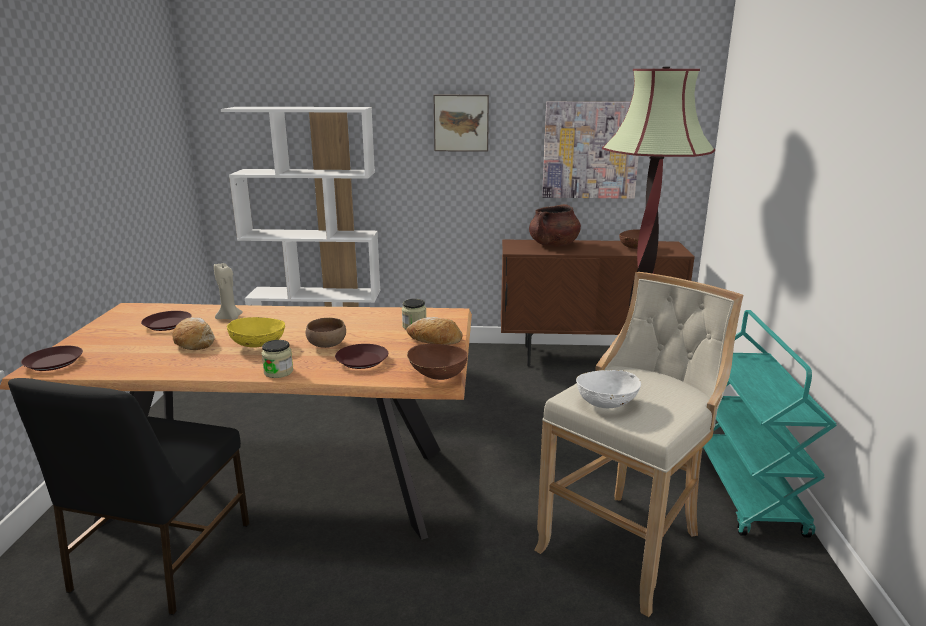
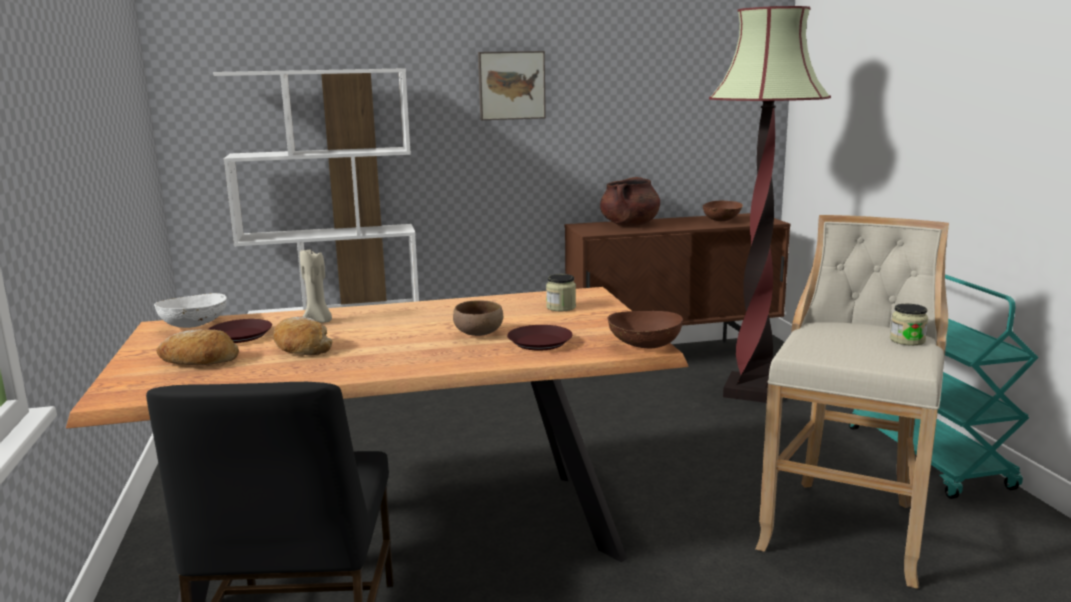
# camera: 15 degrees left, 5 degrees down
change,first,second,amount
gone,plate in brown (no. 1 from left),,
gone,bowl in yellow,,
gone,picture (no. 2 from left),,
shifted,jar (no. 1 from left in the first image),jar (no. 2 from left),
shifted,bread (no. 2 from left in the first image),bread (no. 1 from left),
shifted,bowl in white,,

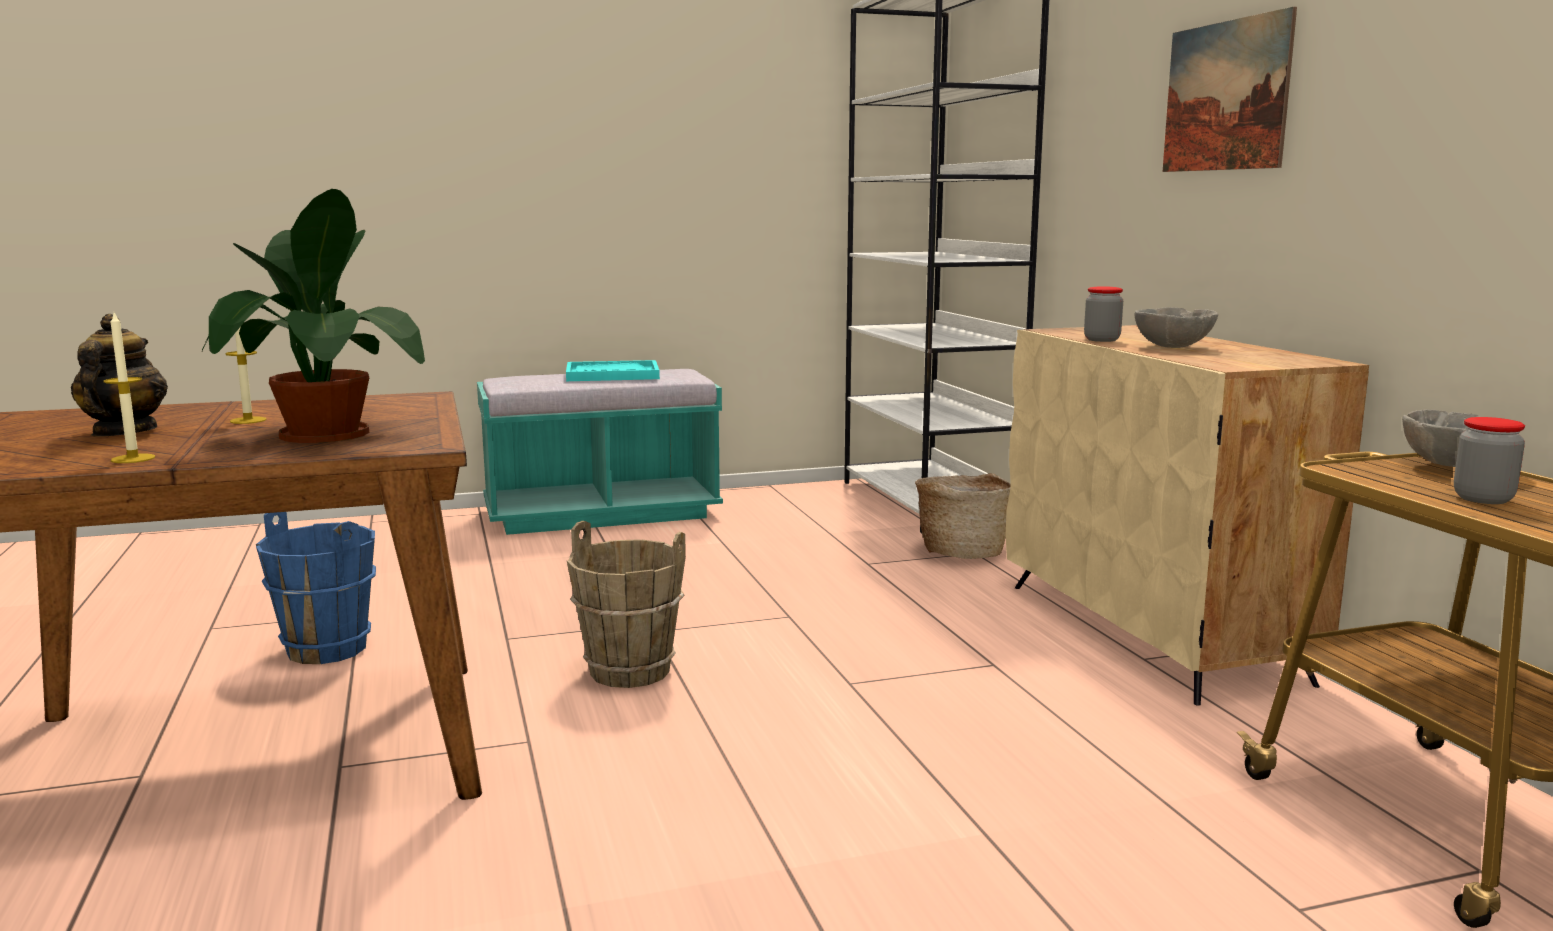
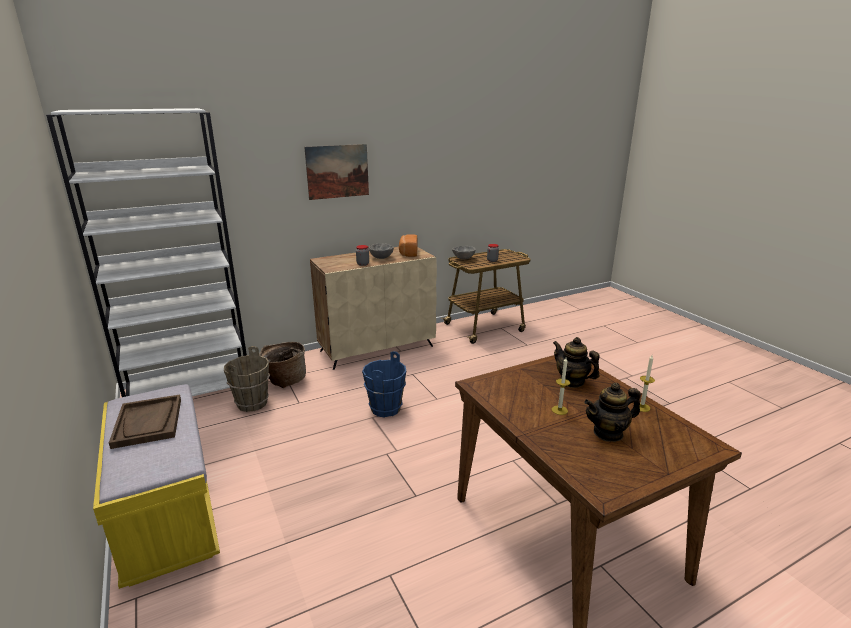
# camera: 100 degrees left, 10 degrees up
change,first,second,amount
new,,bread,
shifted,bucket in blue,,
shifted,bucket in brown,,
swapped,potted plant,teapot (no. 1 from left),
repainted,bench in turquoise,bench in yellow,
repainted,tray in turquoise,tray in brown,

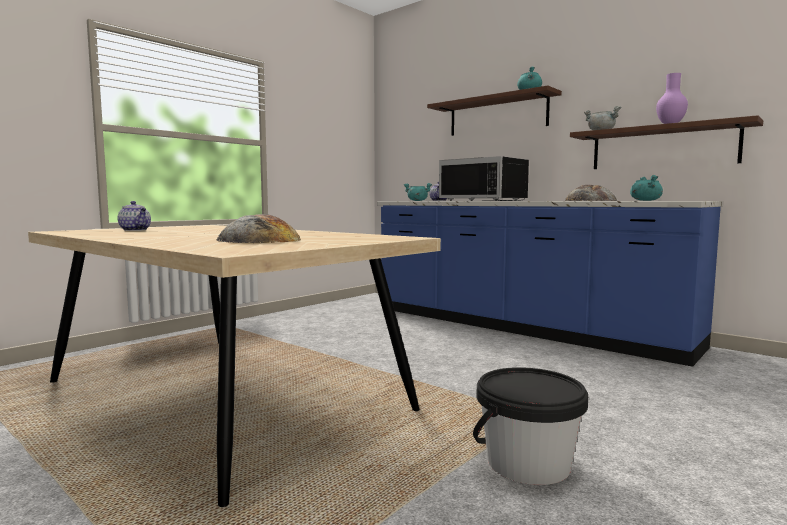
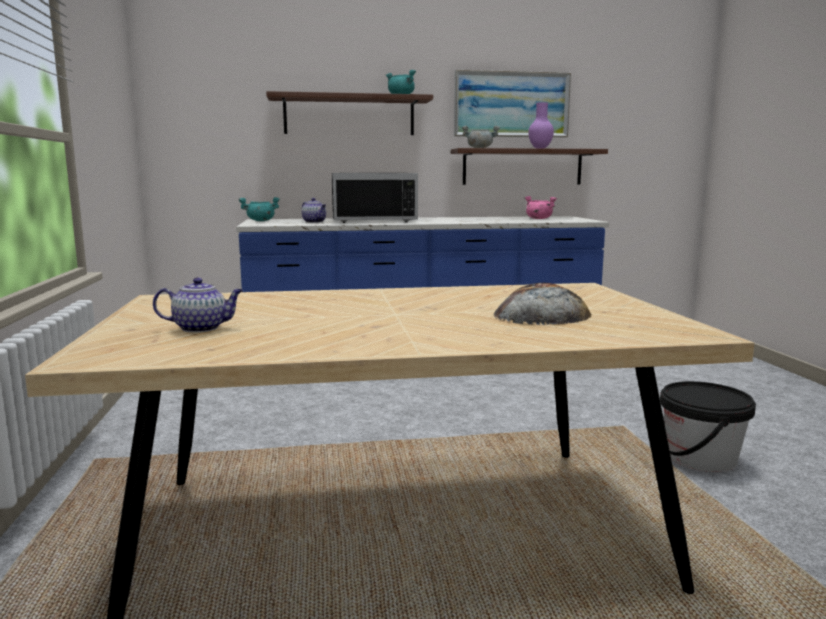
# camera: 50 degrees left, 5 degrees up
change,first,second,amount
gone,bread (no. 2 from left),,
new,,picture,
repainted,cooking pot in turquoise (no. 3 from left),cooking pot in pink,

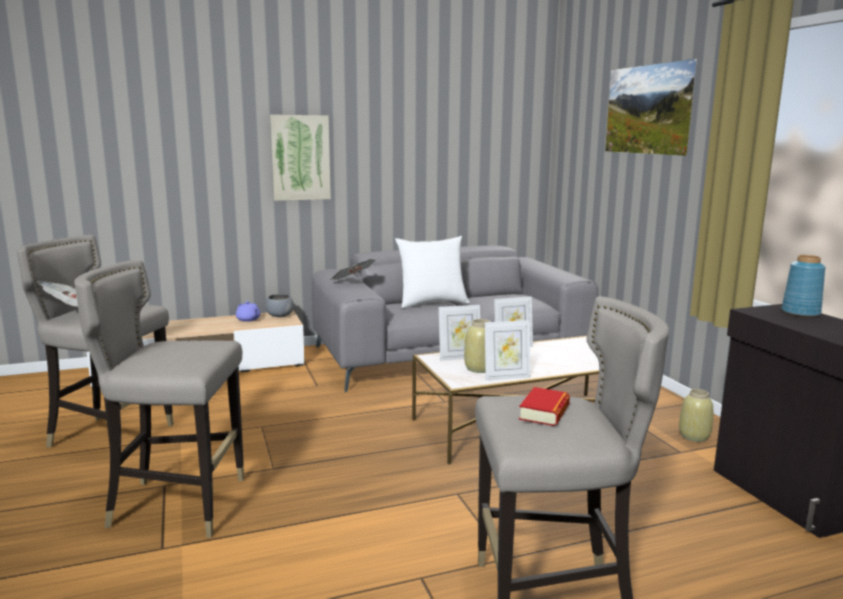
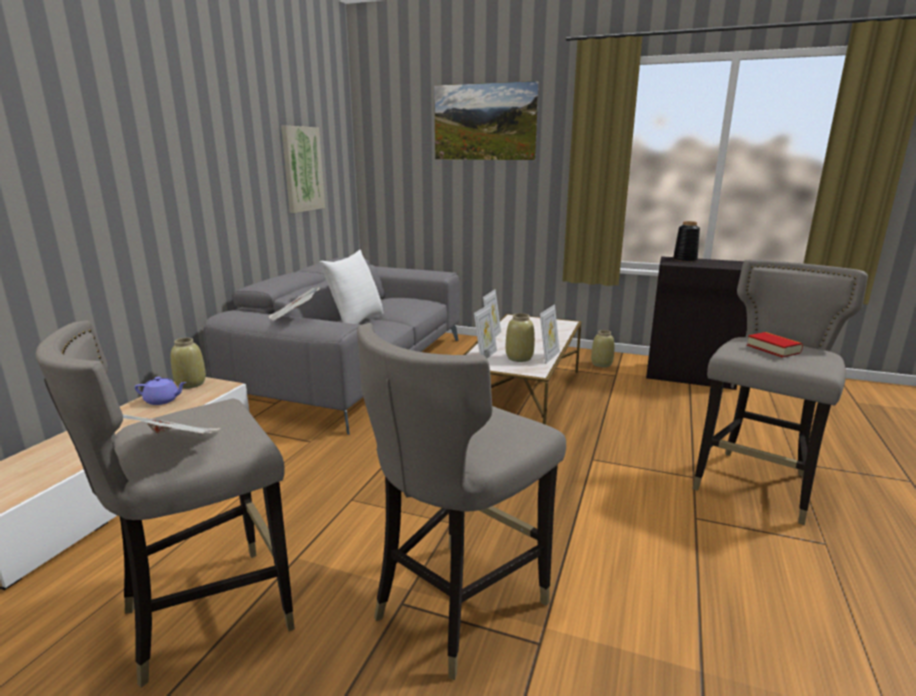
# camera: 50 degrees left, 5 degrees up
change,first,second,amount
shifted,picture (no. 1 from left),,
swapped,bowl in grey,vase in beige (no. 1 from left),
repainted,vase in blue,vase in black,

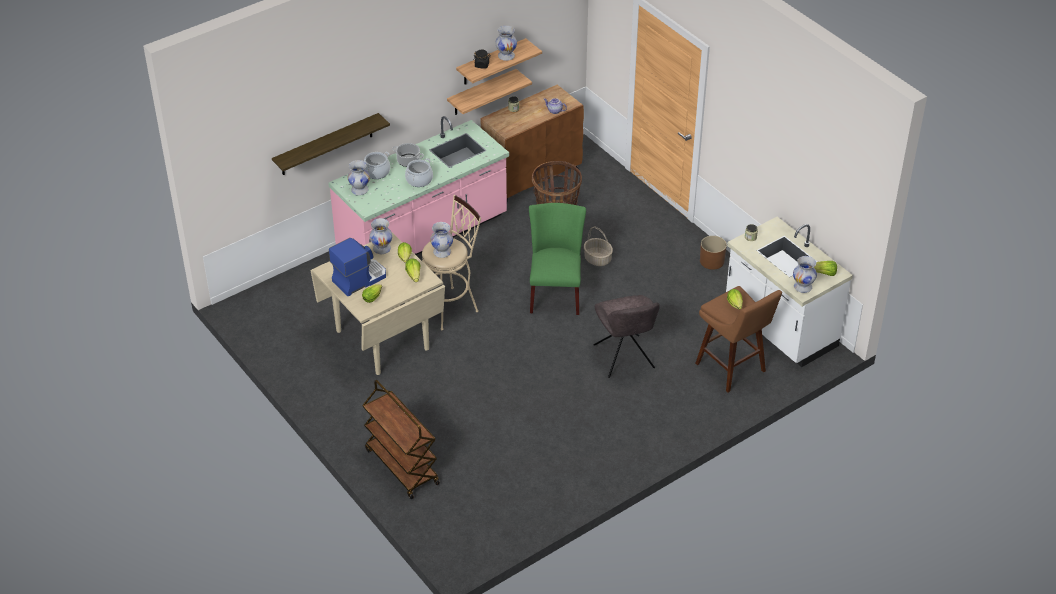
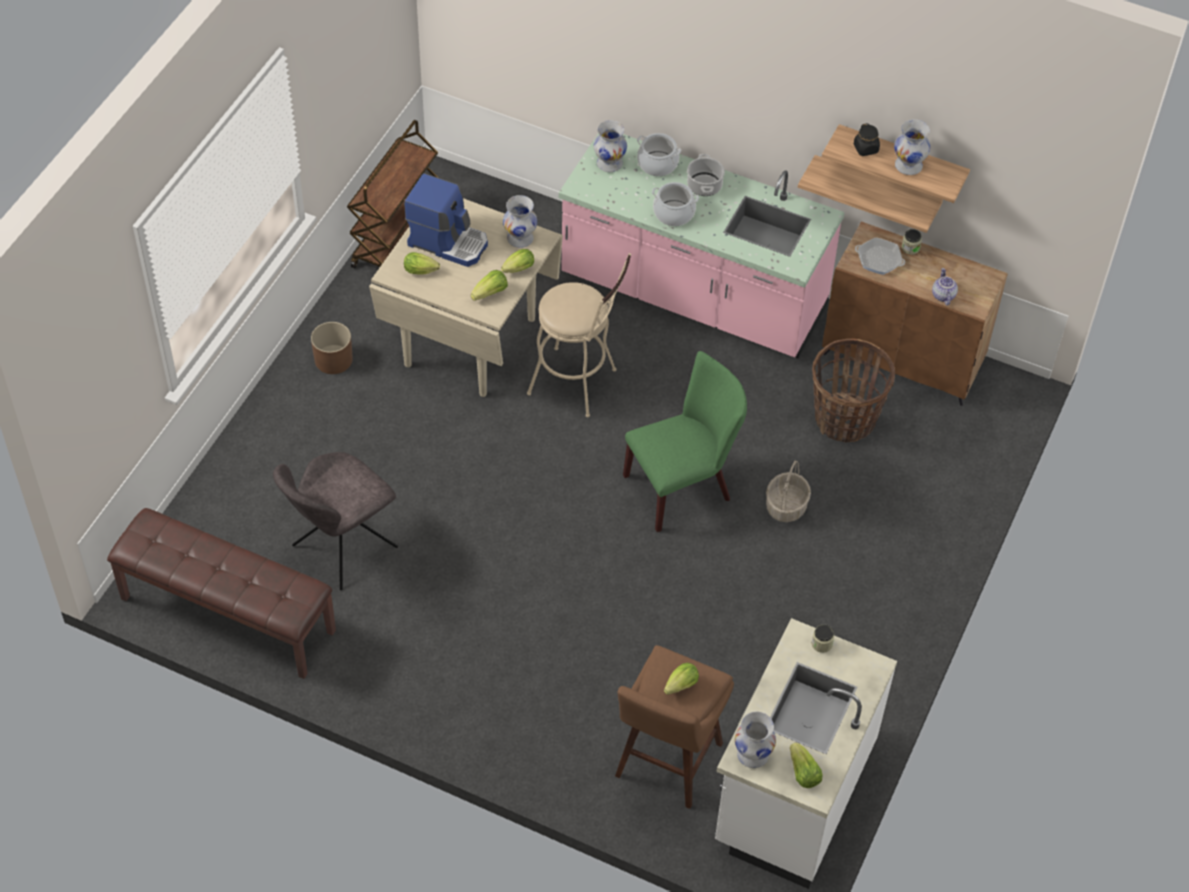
# camera: 60 degrees right, 10 degrees up
change,first,second,amount
gone,shelf (no. 1 from left),,
gone,vase in white (no. 3 from left),,
new,,bench in brown,
new,,frying pan,
shifted,cart in brown,,
shifted,chair in grey,,
shifted,planter in brown,,

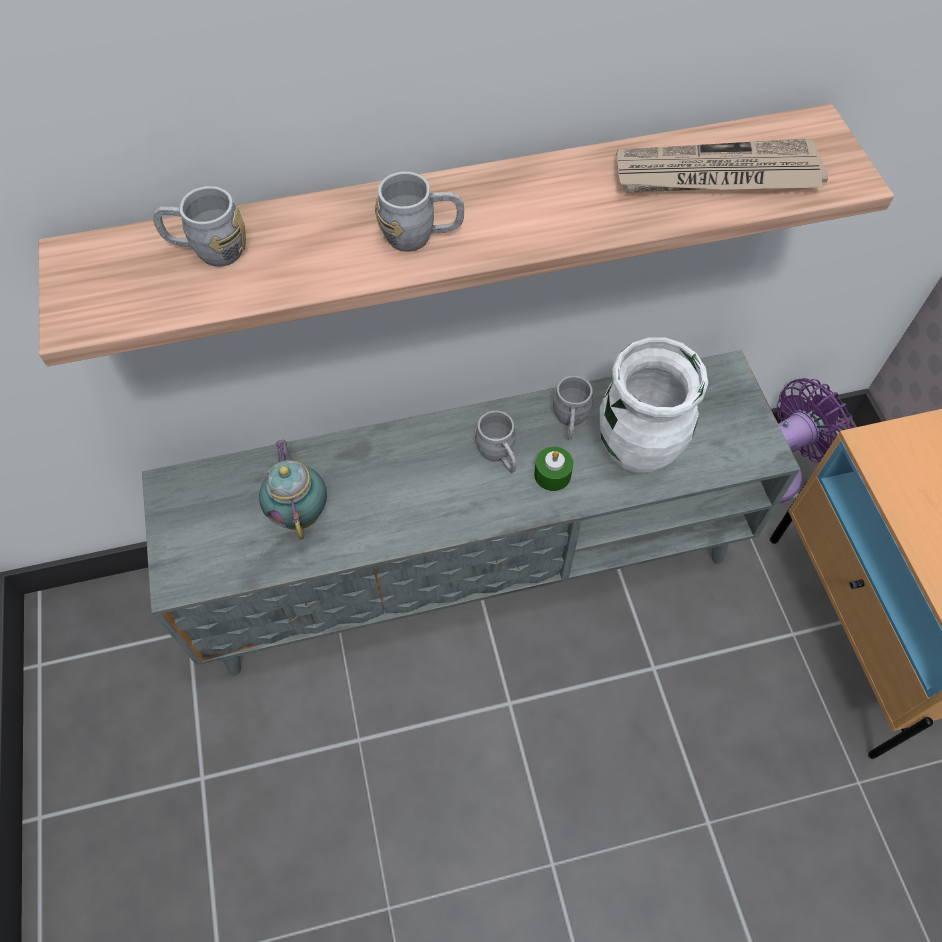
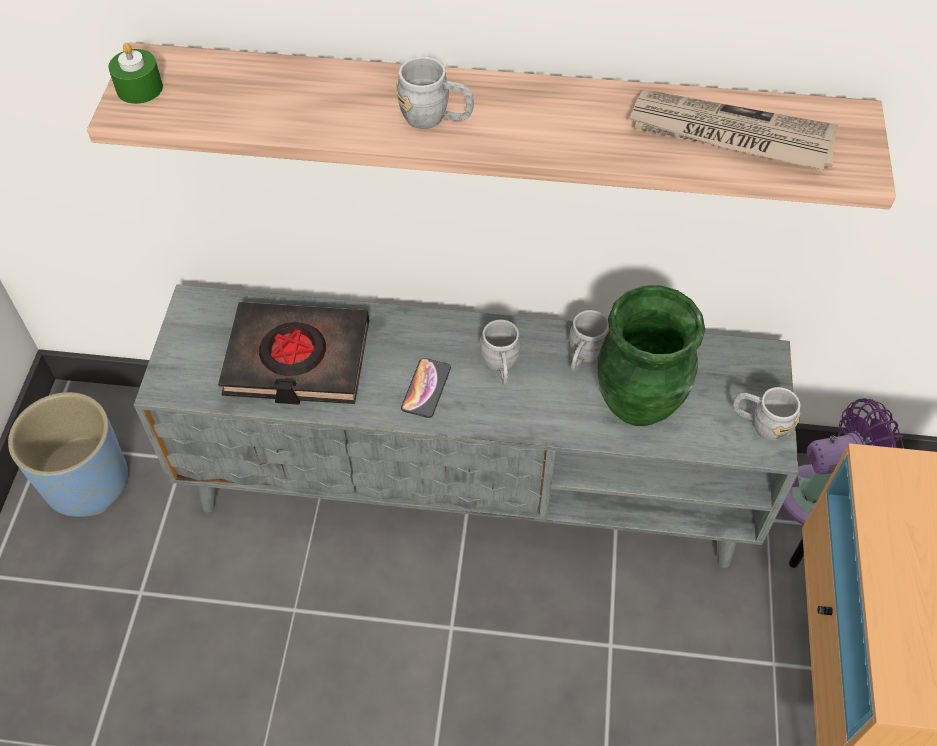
# camera: 20 degrees right, 5 degrees down
change,first,second,amount
new,,planter in blue,
new,,phone,
shifted,mug in grey (no. 1 from left in the first image),mug in grey (no. 4 from left),
shifted,candle in green,,
swapped,teapot,book in black,
repainted,vase in white,vase in green,

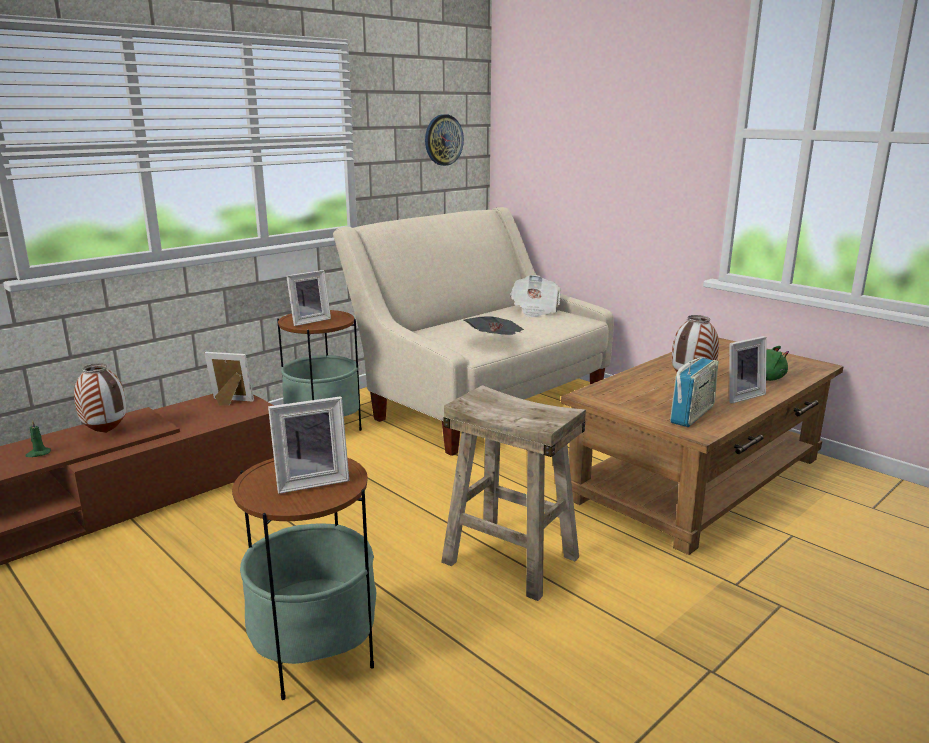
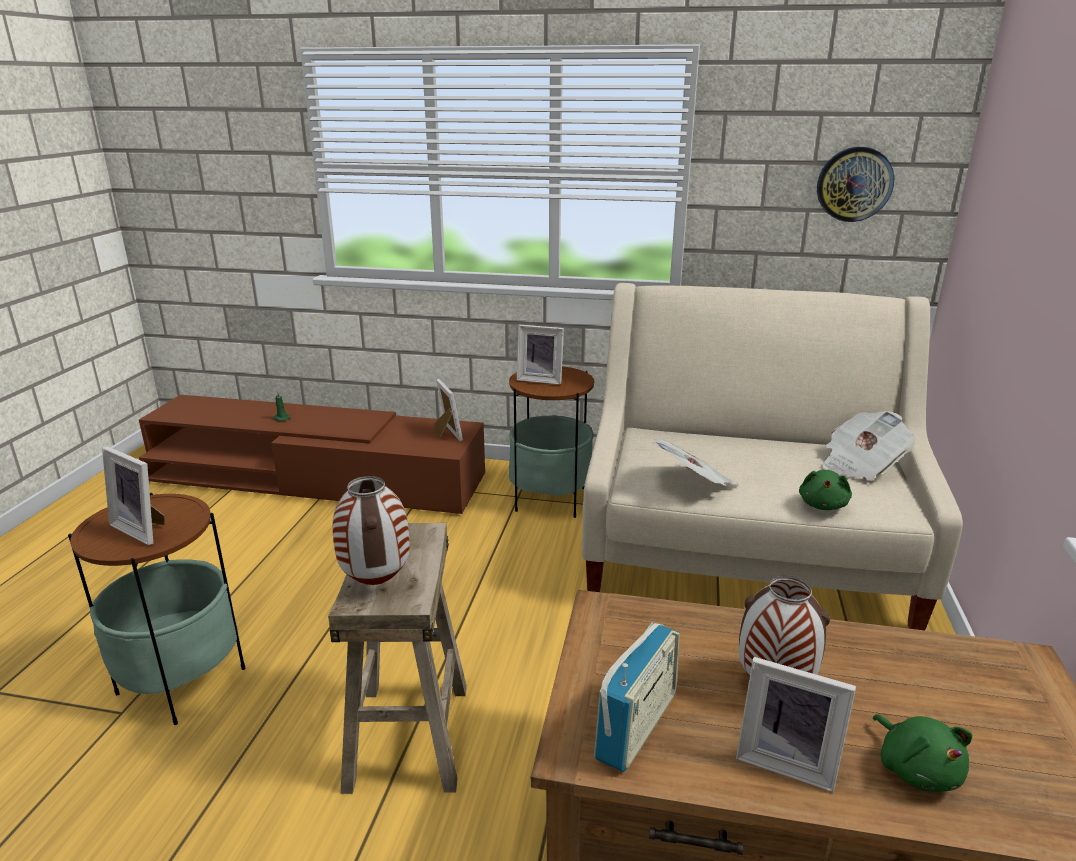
# camera: 55 degrees right, 5 degrees up
change,first,second,amount
new,,plush toy in green (no. 1 from left),
shifted,vase (no. 1 from left),,
rotated,radio,,60 degrees counterclockwise

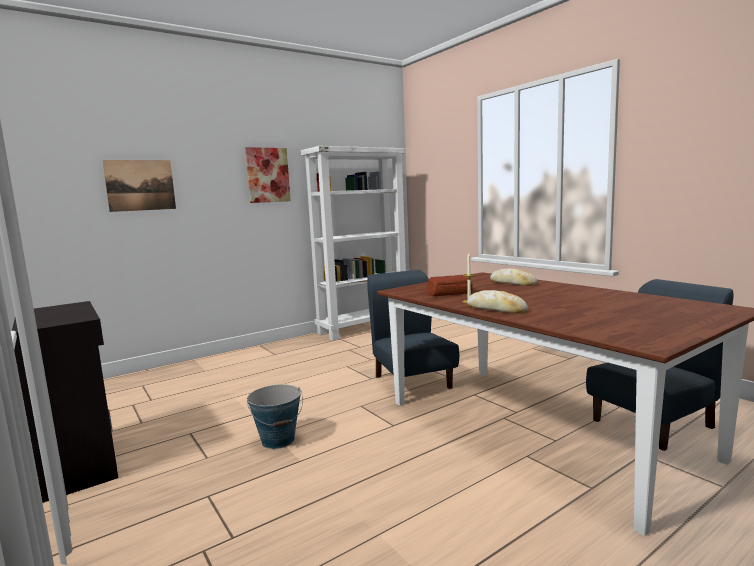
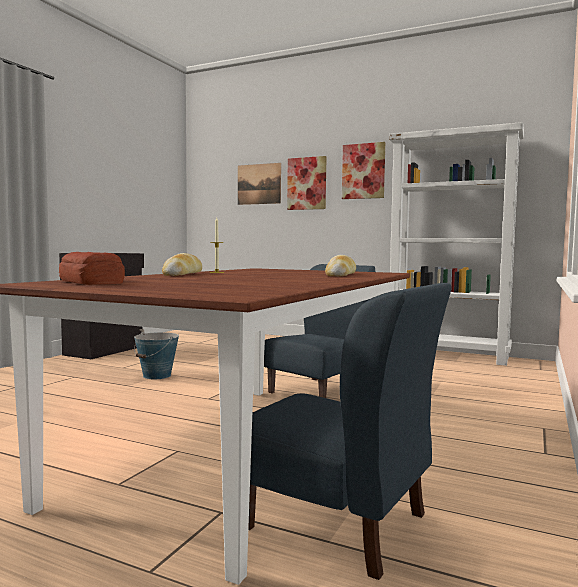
# camera: 60 degrees right, 5 degrees down
change,first,second,amount
new,,picture (no. 2 from left),
shifted,bread (no. 1 from left),,

